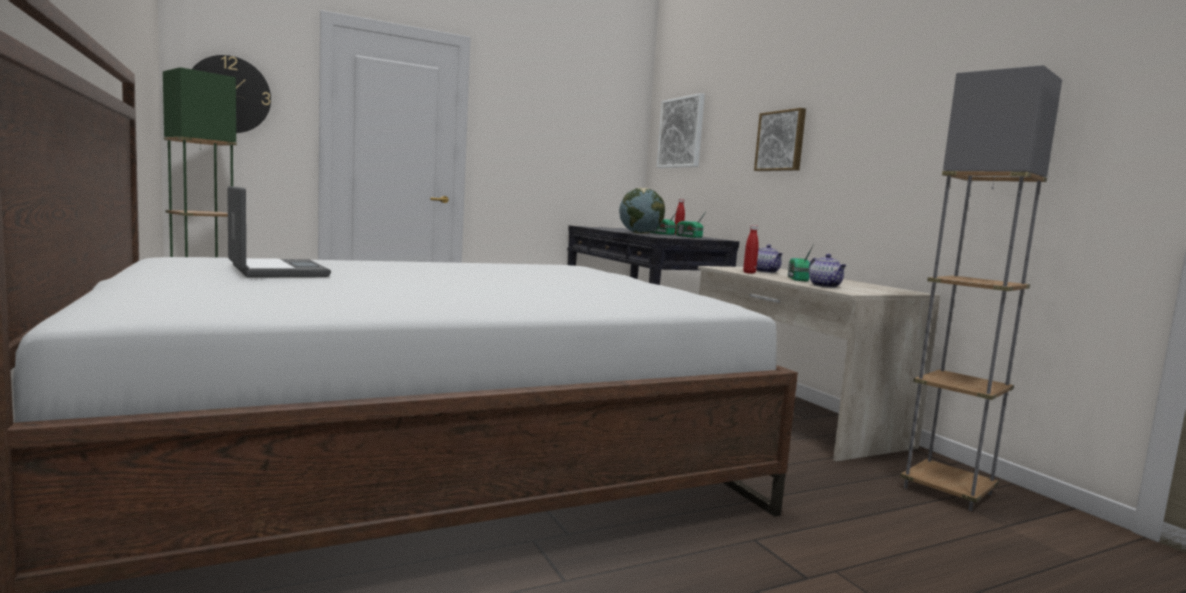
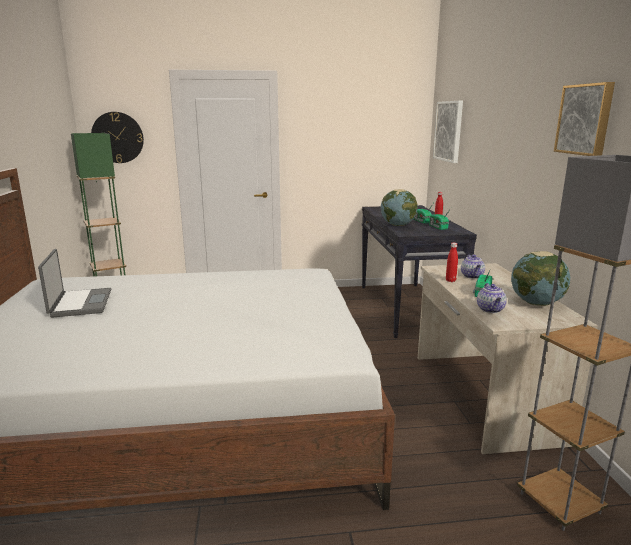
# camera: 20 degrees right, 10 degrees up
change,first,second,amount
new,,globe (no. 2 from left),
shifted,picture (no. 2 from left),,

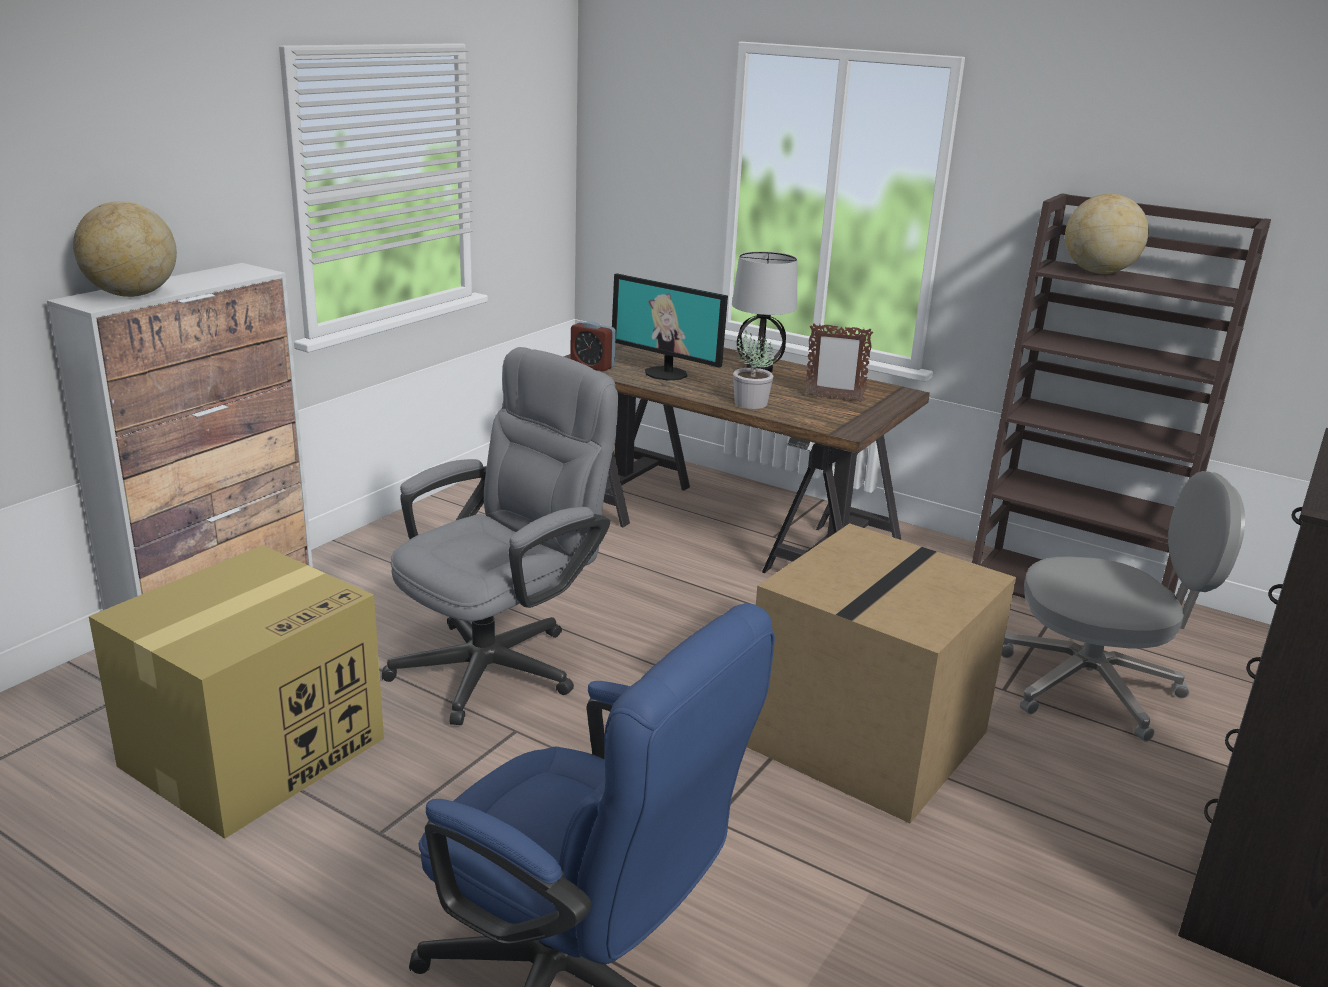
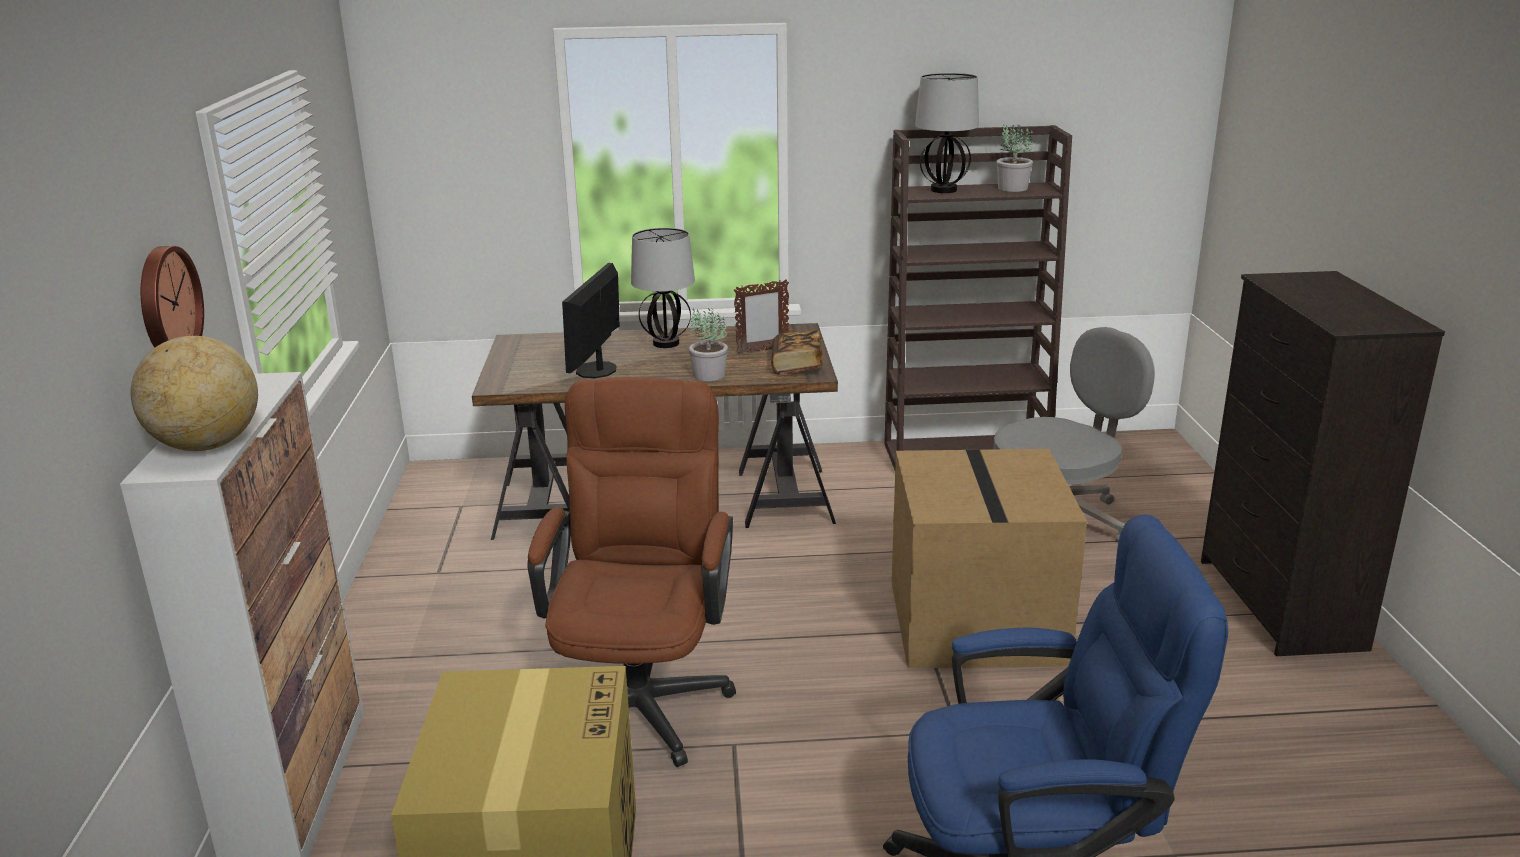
# camera: 35 degrees left, 0 degrees up
change,first,second,amount
gone,alarm clock,,
new,,wall clock,
new,,book,
new,,potted plant (no. 2 from left),
swapped,globe (no. 2 from left),table lamp (no. 2 from left),
repainted,office chair in grey (no. 1 from left),office chair in brown,
rotated,monitor,,105 degrees clockwise

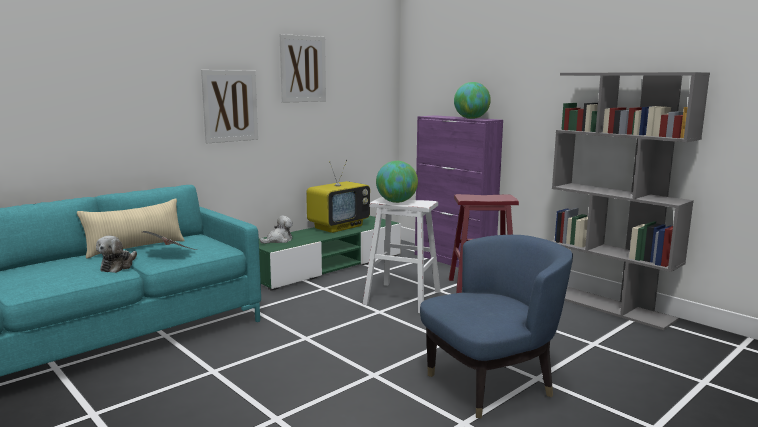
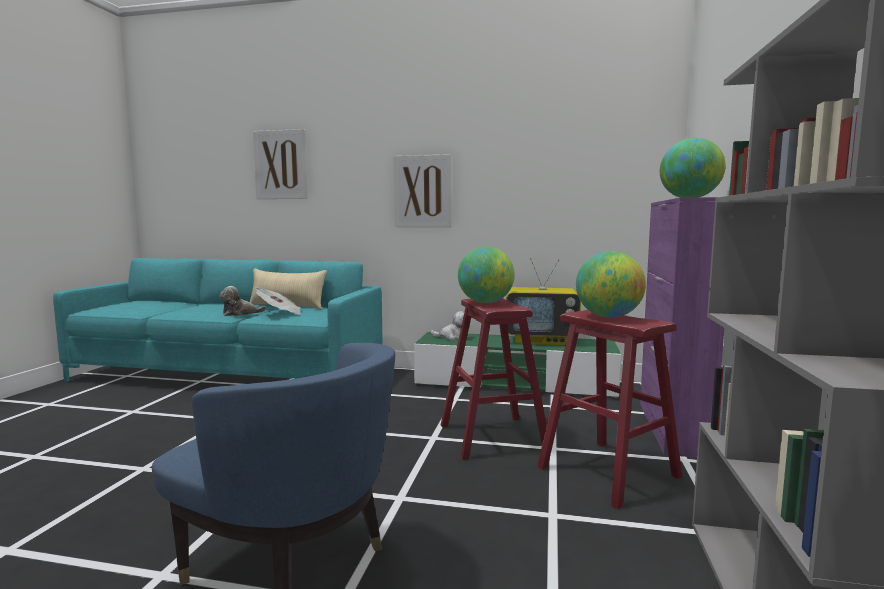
# camera: 55 degrees right, 5 degrees down
change,first,second,amount
new,,globe (no. 2 from left),
shifted,picture (no. 2 from left in the first image),picture (no. 1 from left),
repainted,stool in white,stool in red (no. 1 from left),

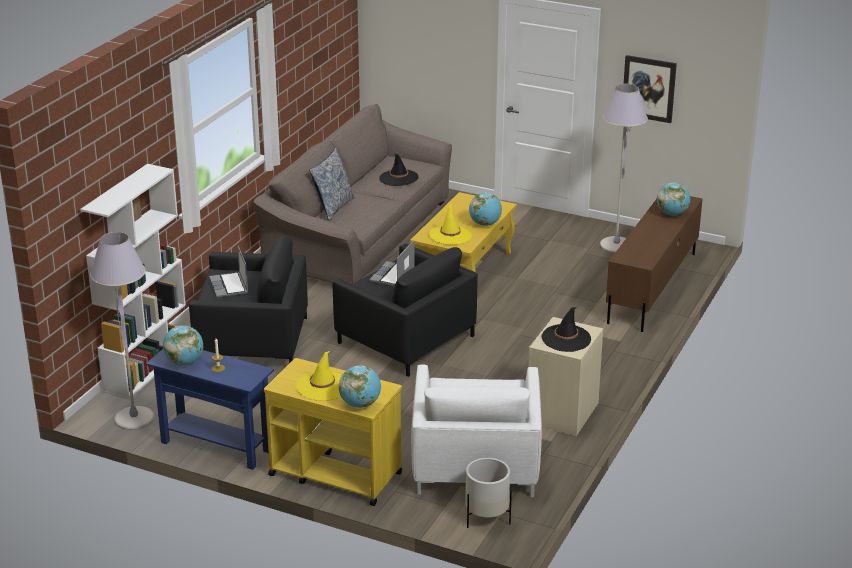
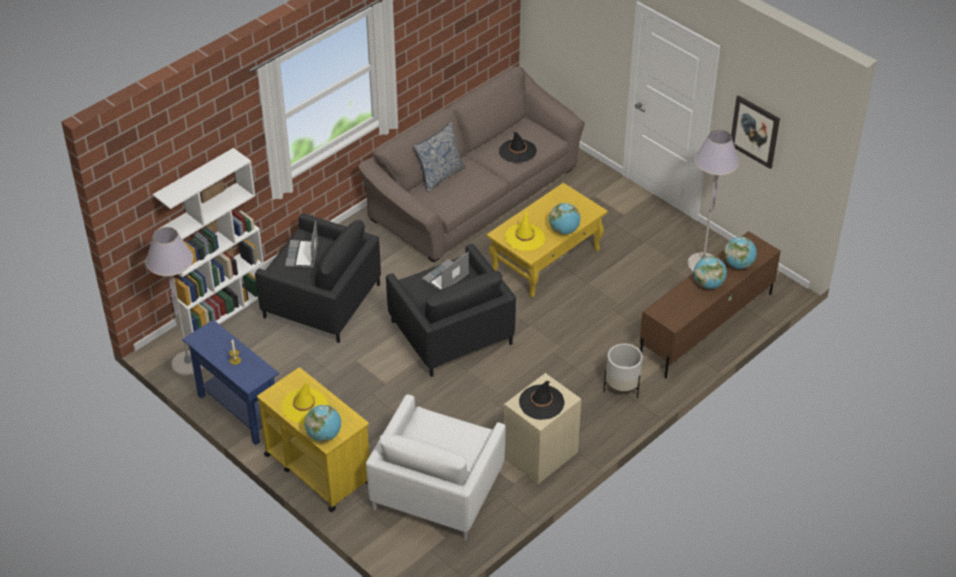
# camera: 20 degrees right, 15 degrees up
change,first,second,amount
shifted,globe (no. 1 from left in the first image),globe (no. 3 from left),
shifted,planter in white,,

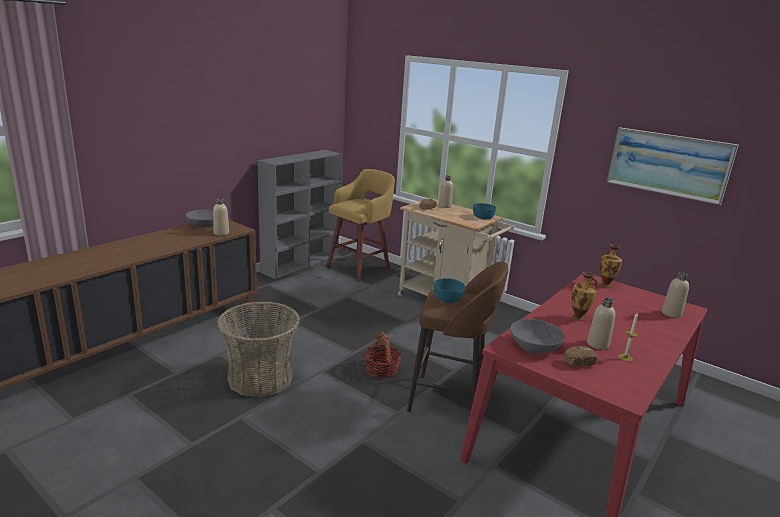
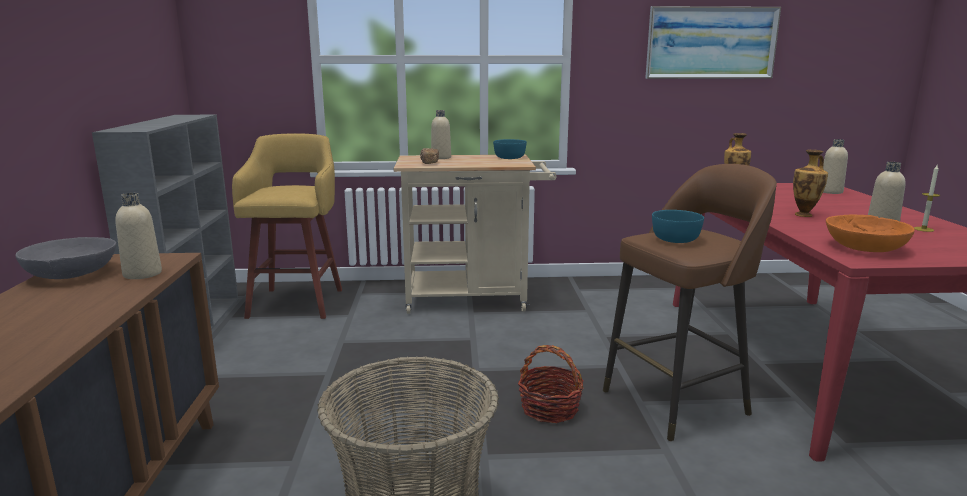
# camera: 40 degrees left, 5 degrees down
change,first,second,amount
gone,bread (no. 2 from left),,
repainted,bowl in grey (no. 2 from left),bowl in orange,

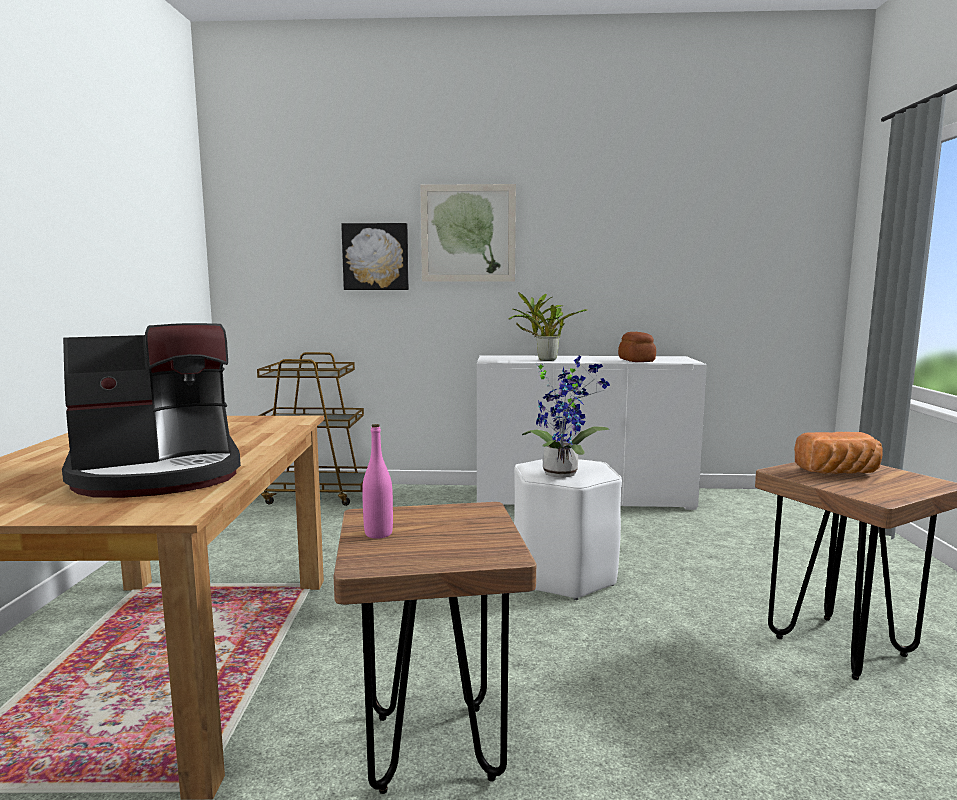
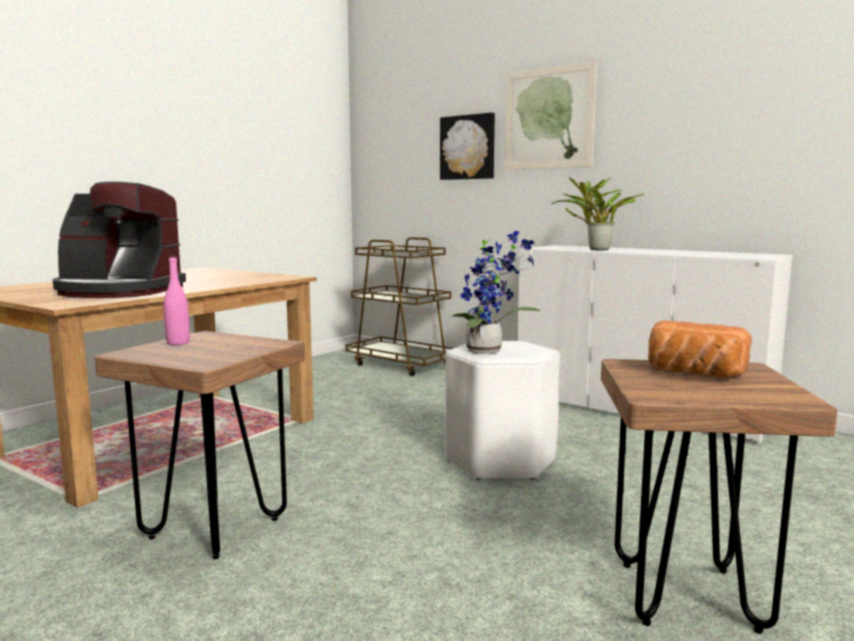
# camera: 35 degrees right, 0 degrees up
change,first,second,amount
gone,bread (no. 1 from left),,

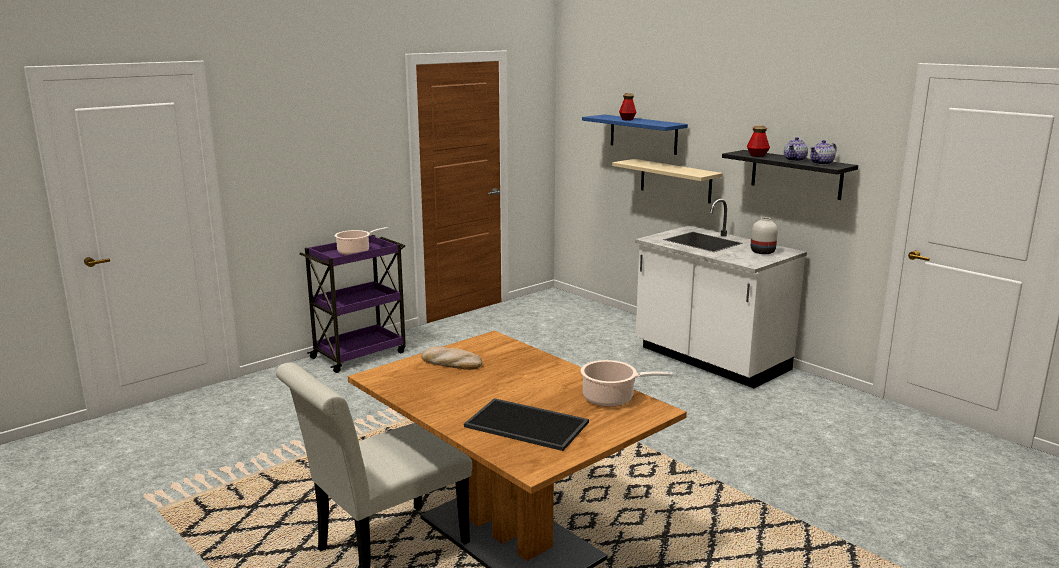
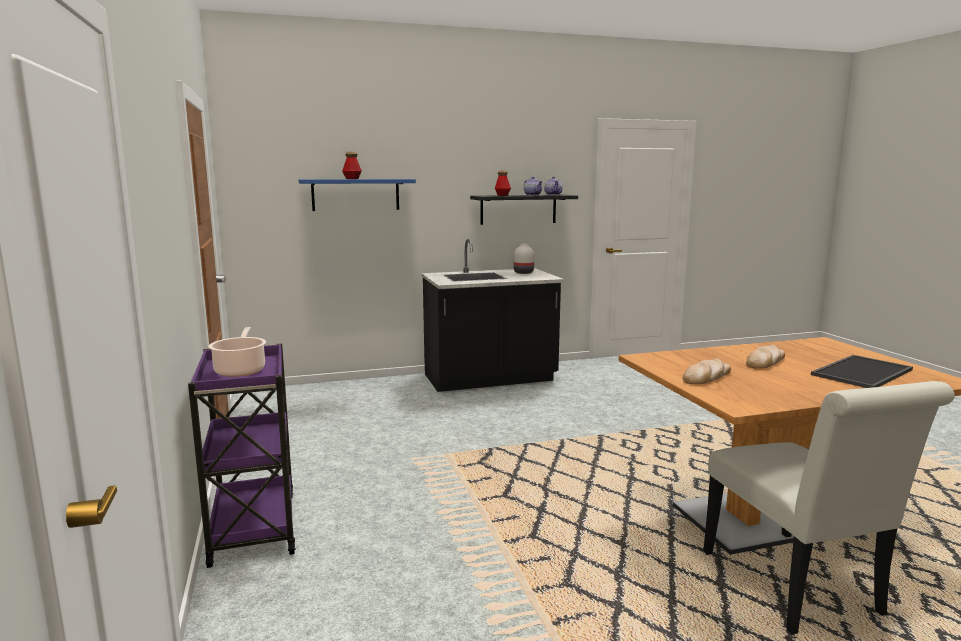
# camera: 65 degrees left, 5 degrees down
change,first,second,amount
gone,cooking pot (no. 2 from left),,
gone,shelf in beige,,
new,,bread (no. 2 from left),
repainted,counter in white,counter in black,

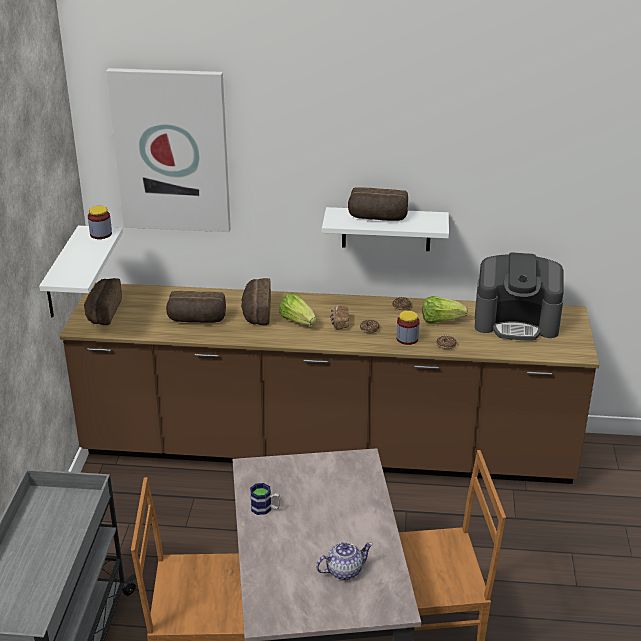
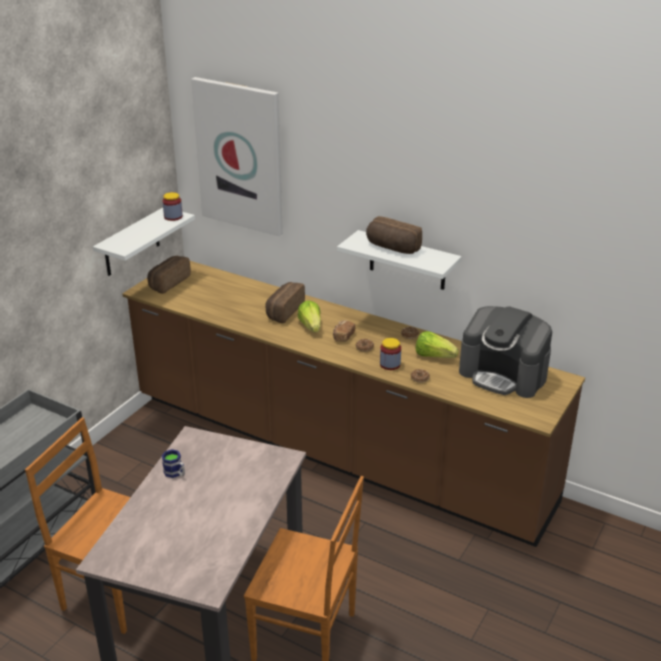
# camera: 25 degrees right, 0 degrees up
change,first,second,amount
gone,bread (no. 2 from left),,
gone,teapot,,

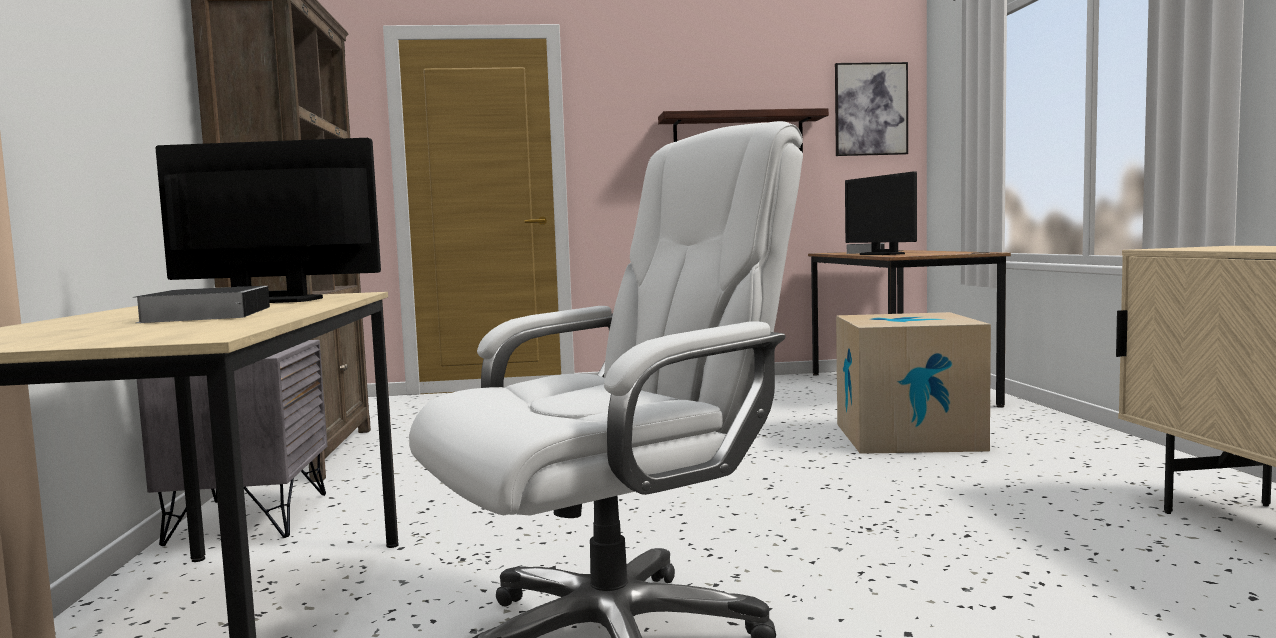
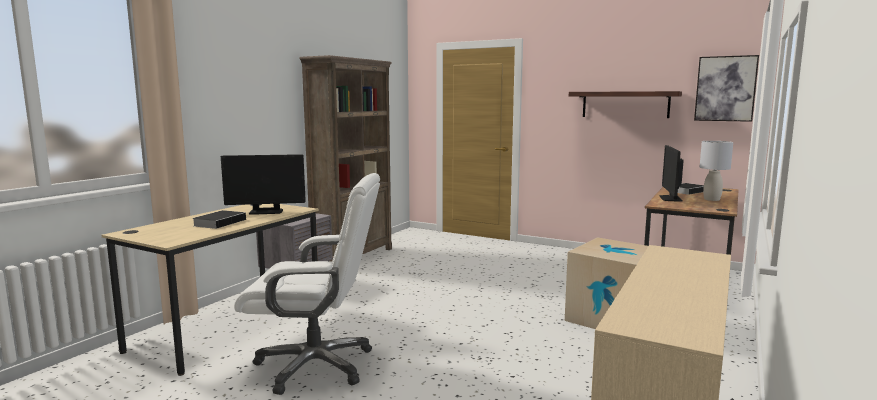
# camera: 35 degrees right, 5 degrees up
change,first,second,amount
new,,table lamp in grey,
rotated,monitor (no. 1 from left),,135 degrees clockwise

